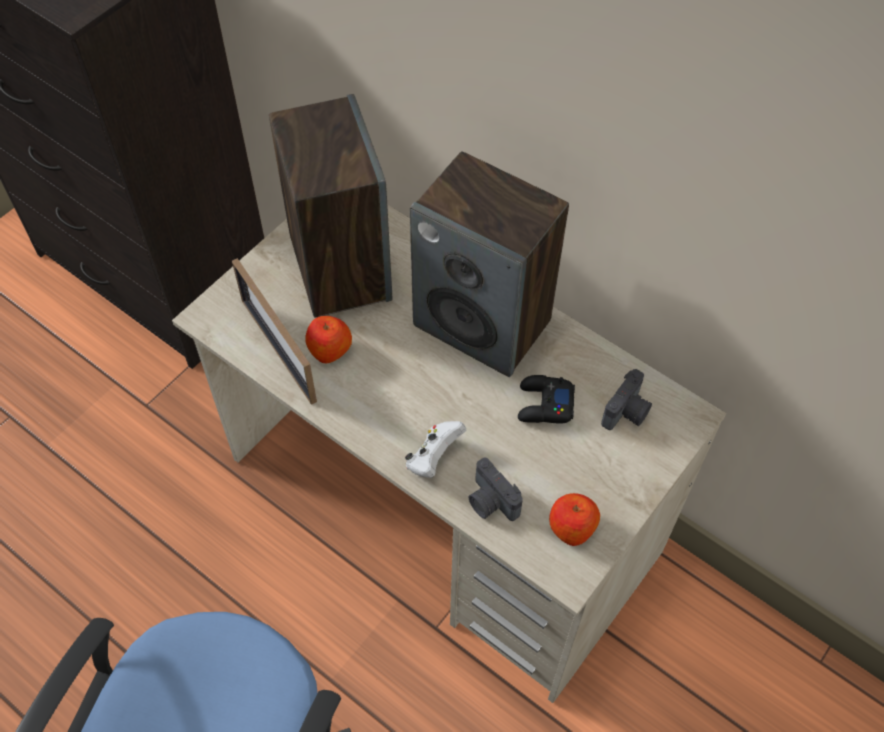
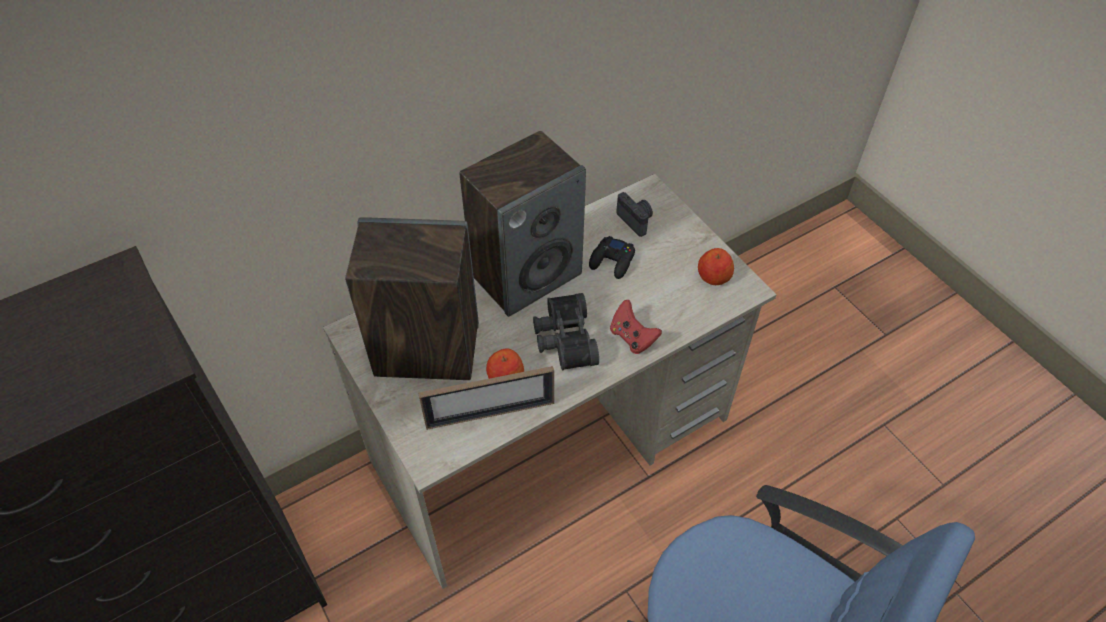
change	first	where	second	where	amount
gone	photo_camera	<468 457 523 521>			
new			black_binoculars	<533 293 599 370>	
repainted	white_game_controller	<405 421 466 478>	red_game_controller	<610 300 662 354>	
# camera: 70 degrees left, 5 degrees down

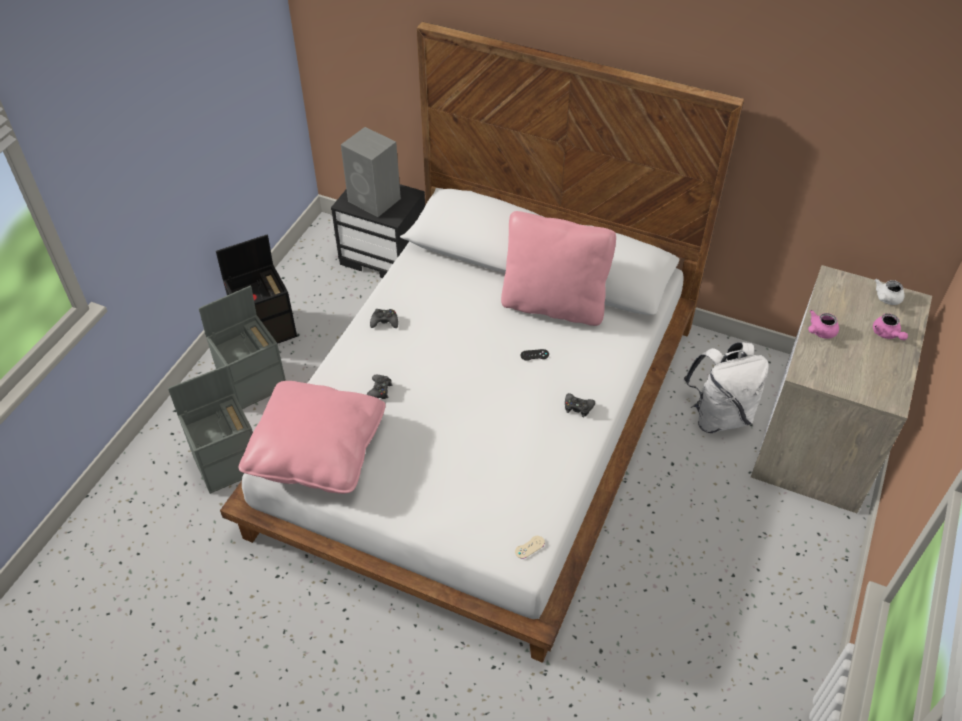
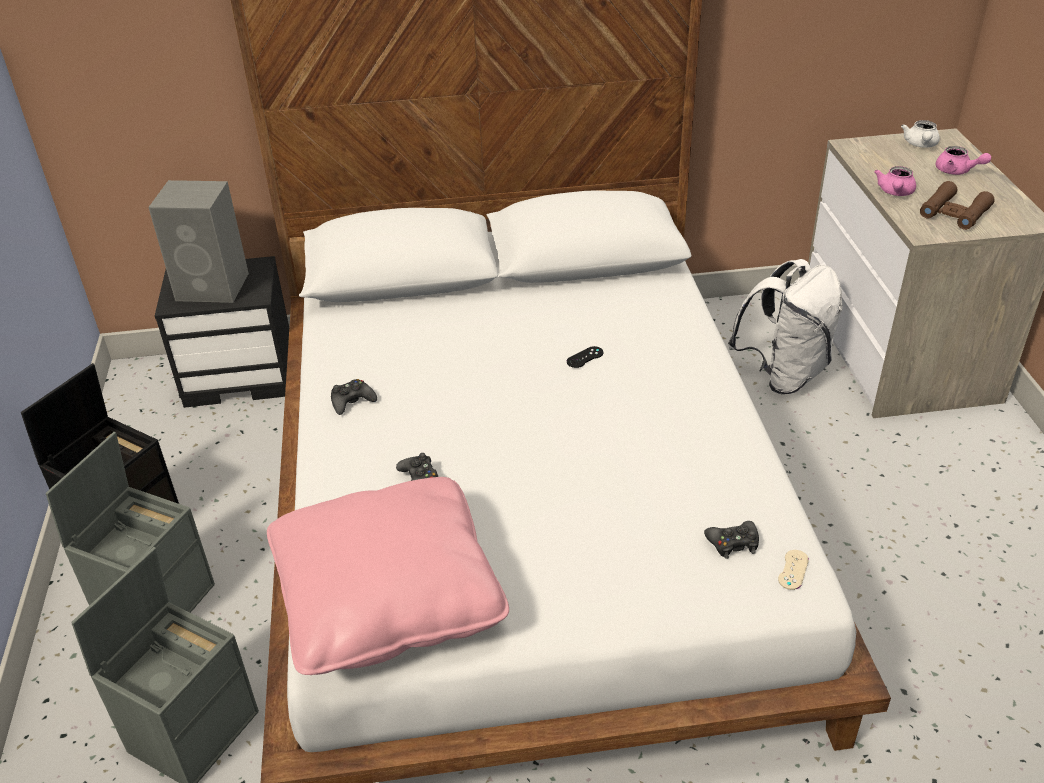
change	first	where	second	where	amount
gone	pink_pillow	<501 211 616 326>			
new			brown_binoculars	<920 181 995 230>	
shifted	black_game_controller	<565 393 595 417>		<704 521 759 559>	
# camera: 30 degrees left, 10 degrees down

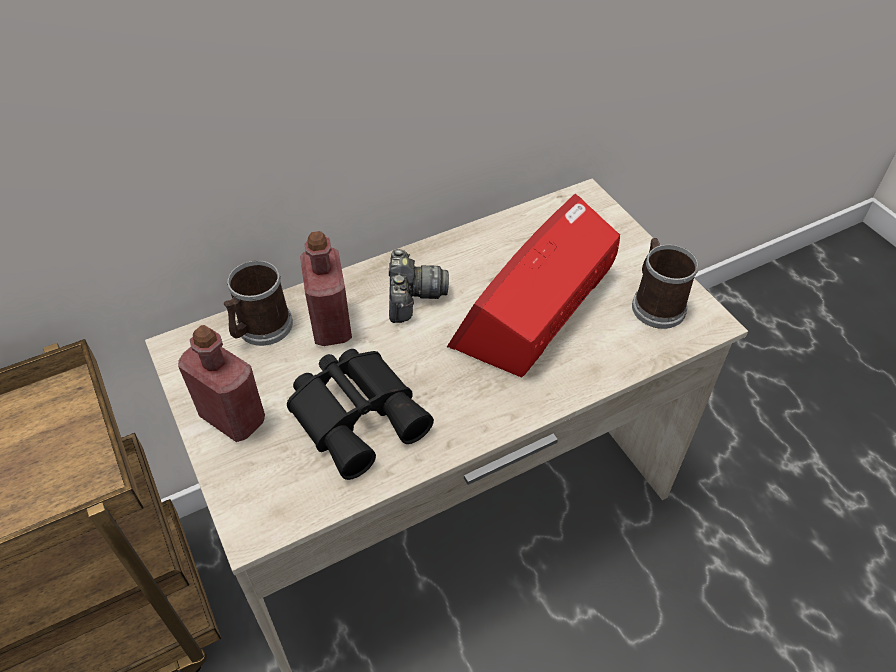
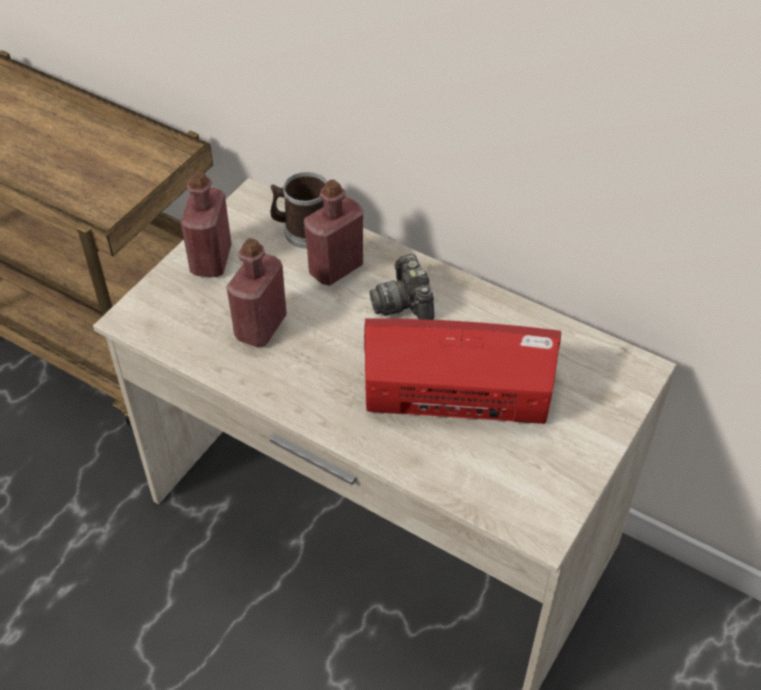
change	first	where	second	where	amount
gone	mug	<632 238 698 329>			
swapped	black_binoculars	<287 349 434 480>	red_bottle	<226 238 287 347>	
rotated	photo_camera	<389 249 449 323>		<370 254 435 320>	105 degrees clockwise
# camera: 60 degrees right, 0 degrees up

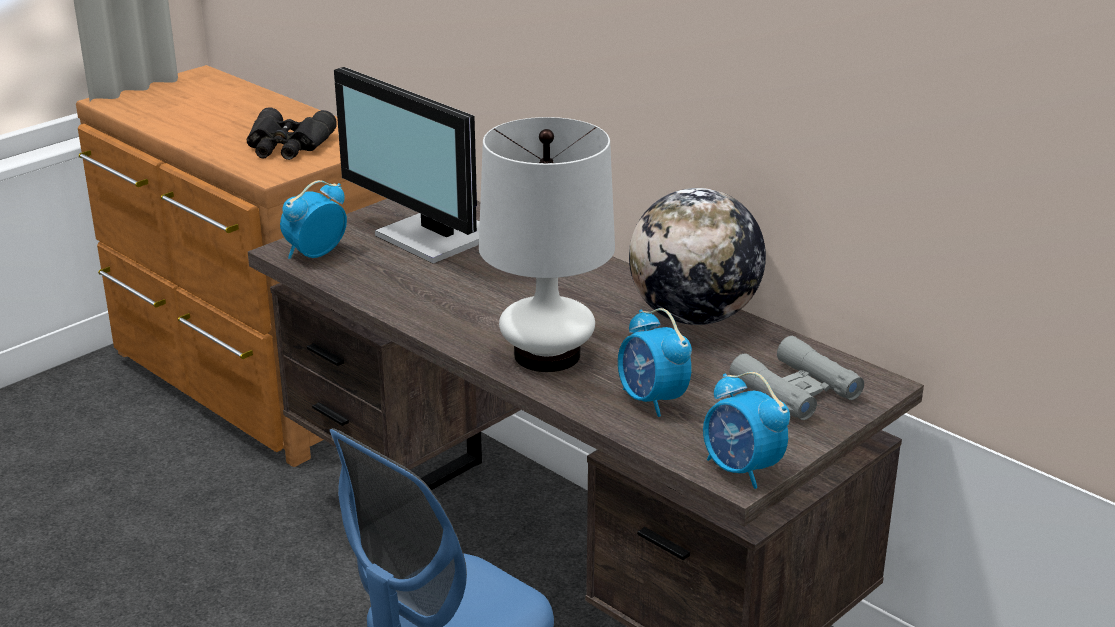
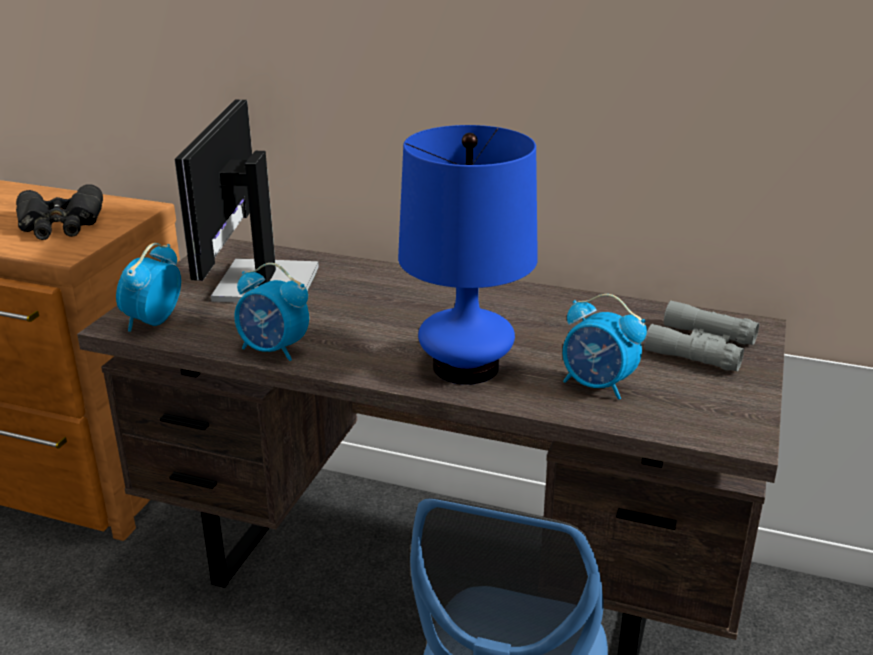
change	first	where	second	where	amount
gone	globe	<629 188 766 325>			
shifted	alarm_clock	<703 372 790 489>		<234 263 309 361>	
repainted	white_table_lamp	<479 117 615 372>	blue_table_lamp	<398 125 538 385>	
rotated	monitor	<334 67 480 264>		<175 100 319 303>	75 degrees clockwise
# camera: 25 degrees left, 0 degrees up

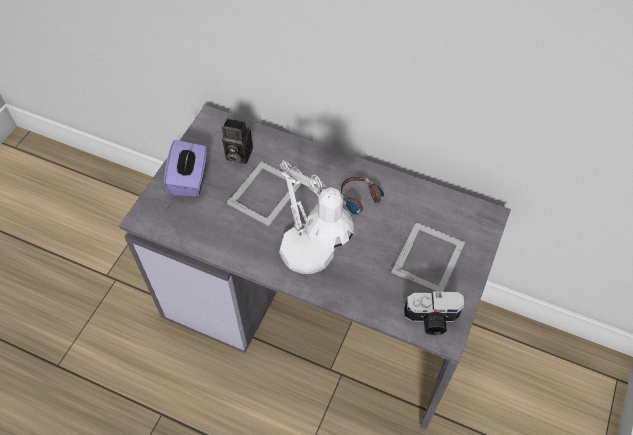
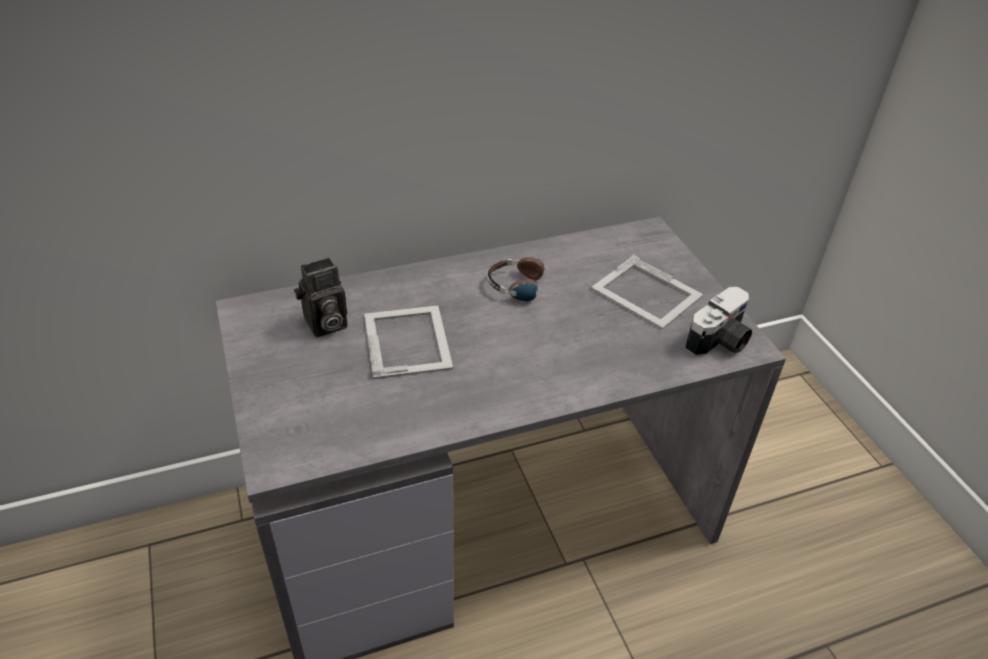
change	first	where	second	where	amount
gone	purple_tissue_box	<164 140 207 197>			
gone	white_table_lamp	<279 160 354 274>			
rotated	picture_frame	<391 222 465 292>		<591 254 703 330>	150 degrees clockwise
# camera: 45 degrees left, 15 degrees down

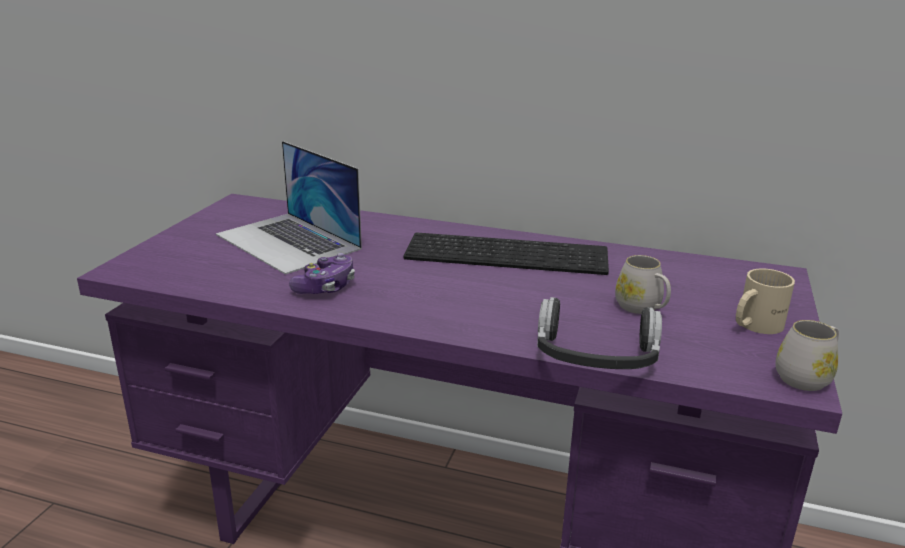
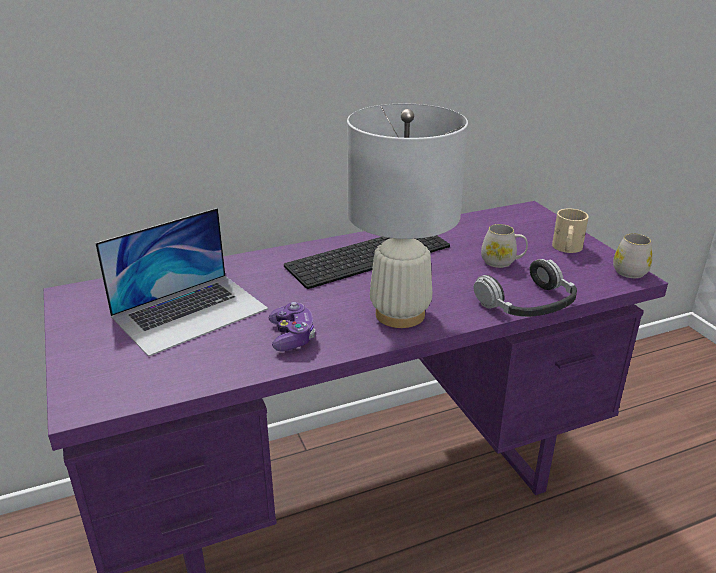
change	first	where	second	where	amount
new			white_table_lamp	<347 104 468 328>	
rotated	laptop	<216 141 362 275>		<95 208 268 357>	45 degrees counterclockwise
# camera: 40 degrees left, 5 degrees up

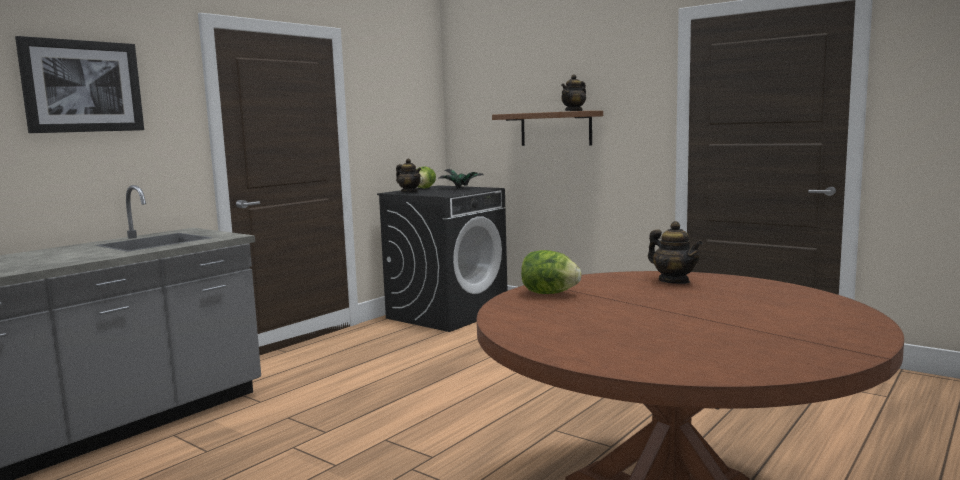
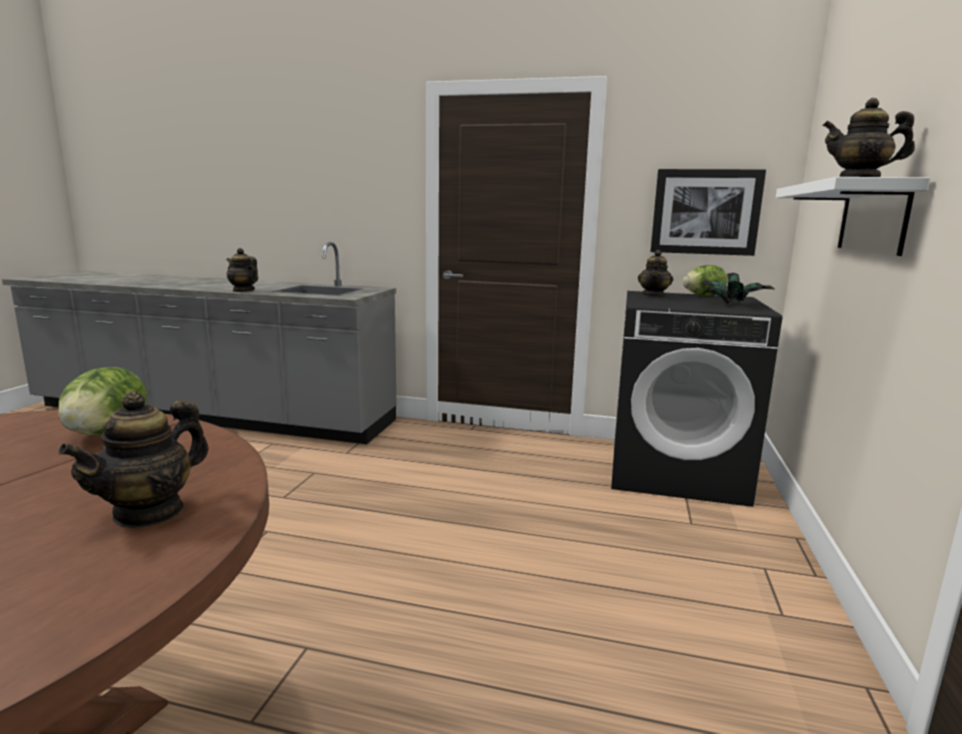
change	first	where	second	where	amount
new			teapot	<227 248 258 292>	
shifted	picture	<15 36 144 133>		<650 169 766 256>	
repainted	brown_shelf	<492 111 603 146>	white_shelf	<776 177 930 256>	
# camera: 65 degrees right, 5 degrees up

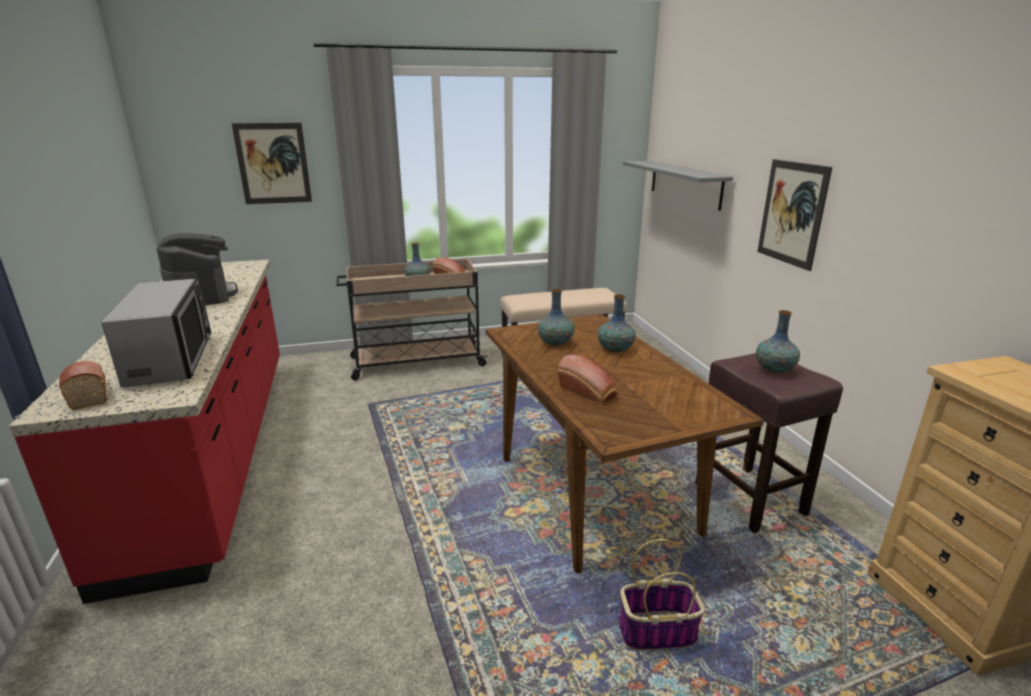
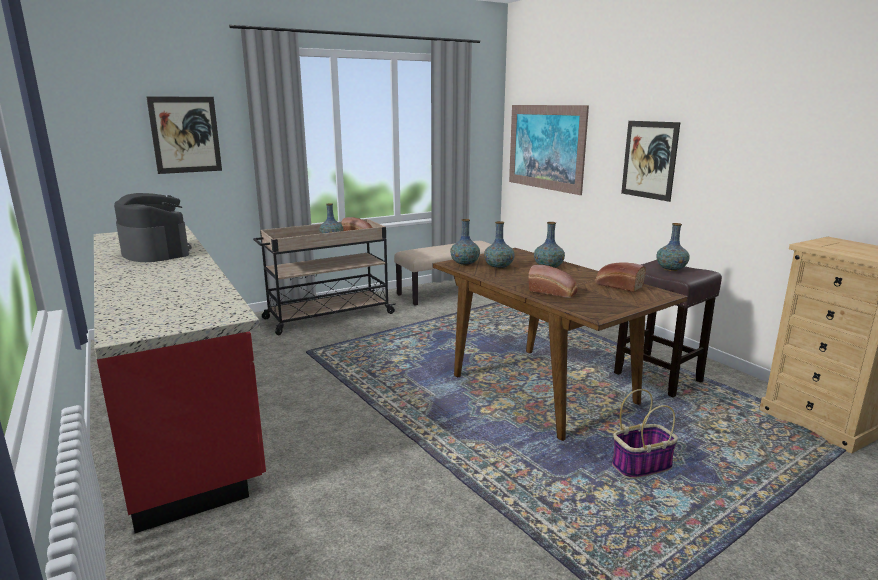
change	first	where	second	where	amount
gone	microwave	<101 279 211 387>			
new			vase	<450 219 480 266>	
shifted	bread	<59 361 107 410>		<595 262 646 292>	
swapped	grey_shelf	<623 161 733 211>	picture	<509 105 589 195>	
# camera: 15 degrees left, 5 degrees down

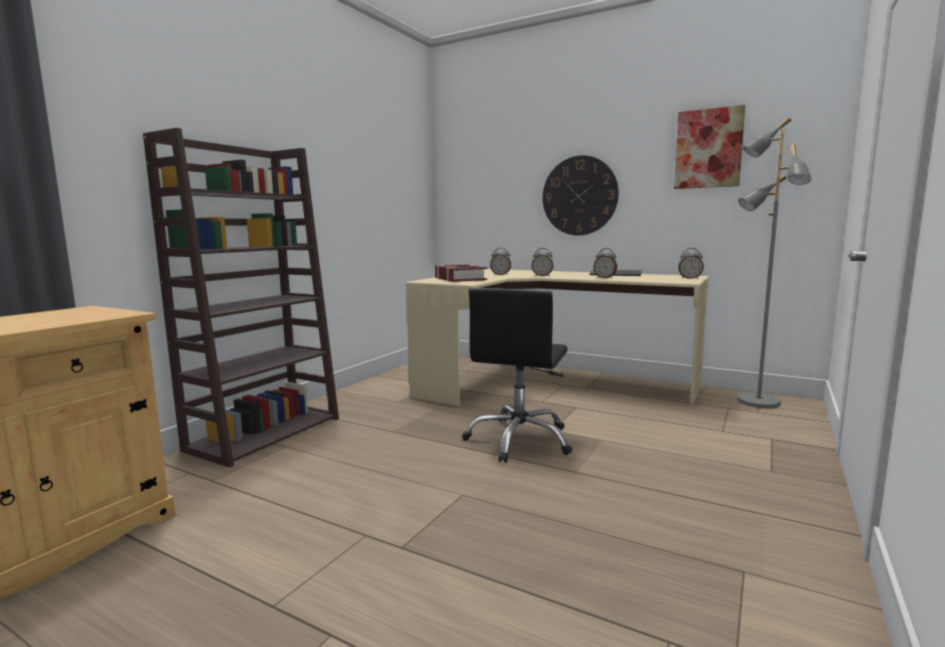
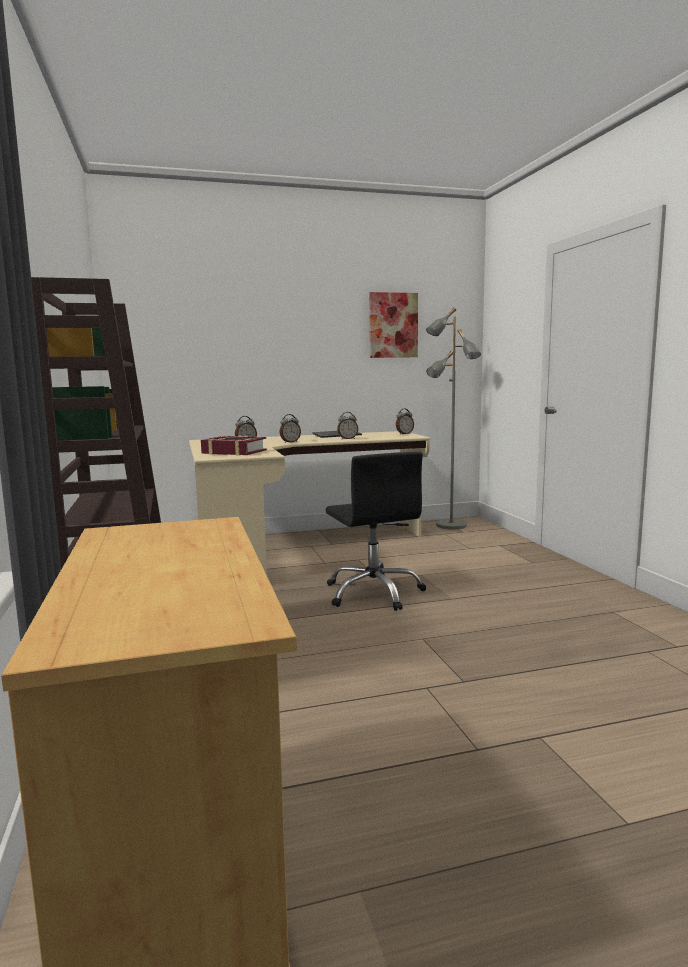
change	first	where	second	where	amount
gone	wall_clock	<542 155 619 235>			
# camera: 45 degrees left, 0 degrees up

